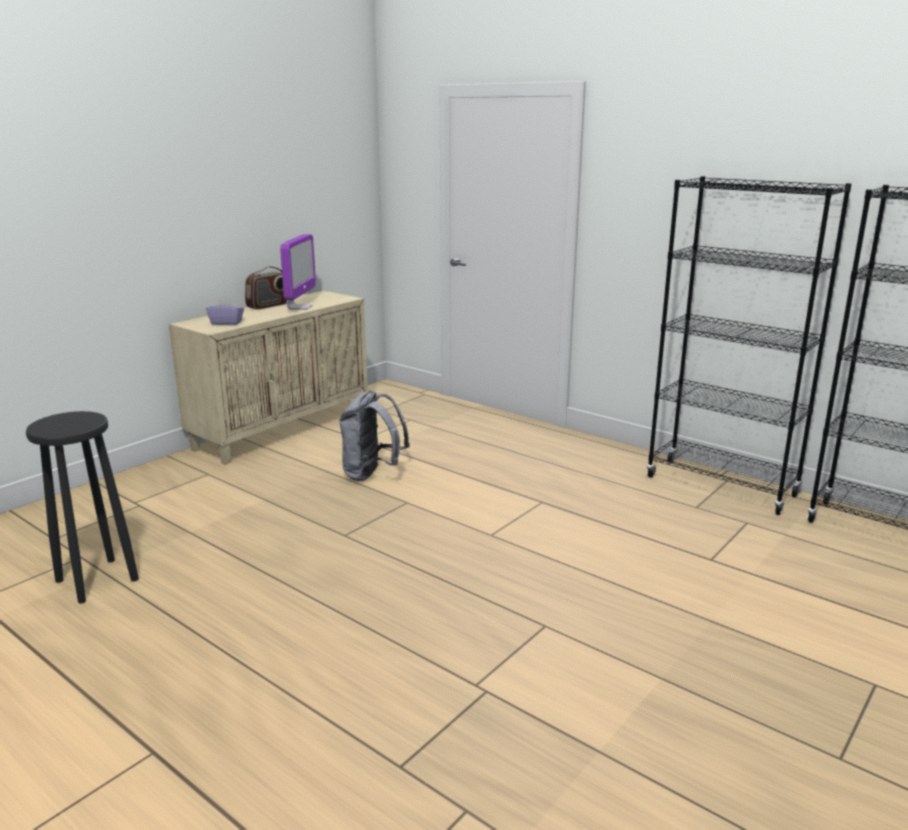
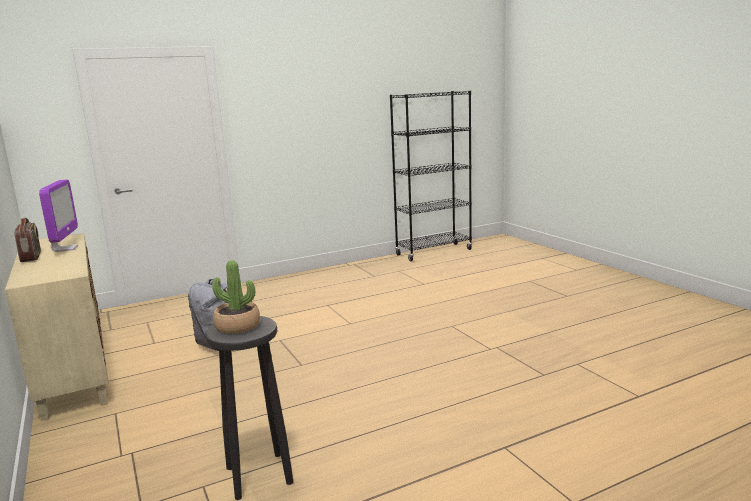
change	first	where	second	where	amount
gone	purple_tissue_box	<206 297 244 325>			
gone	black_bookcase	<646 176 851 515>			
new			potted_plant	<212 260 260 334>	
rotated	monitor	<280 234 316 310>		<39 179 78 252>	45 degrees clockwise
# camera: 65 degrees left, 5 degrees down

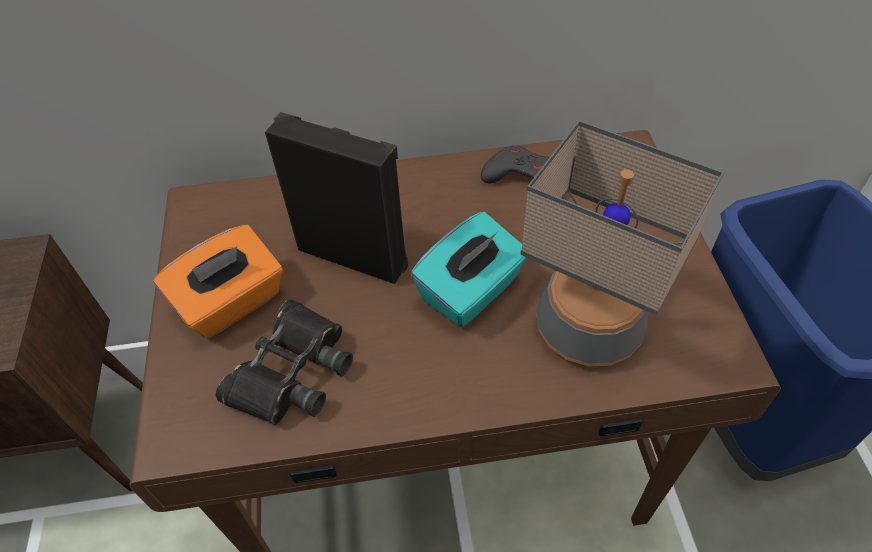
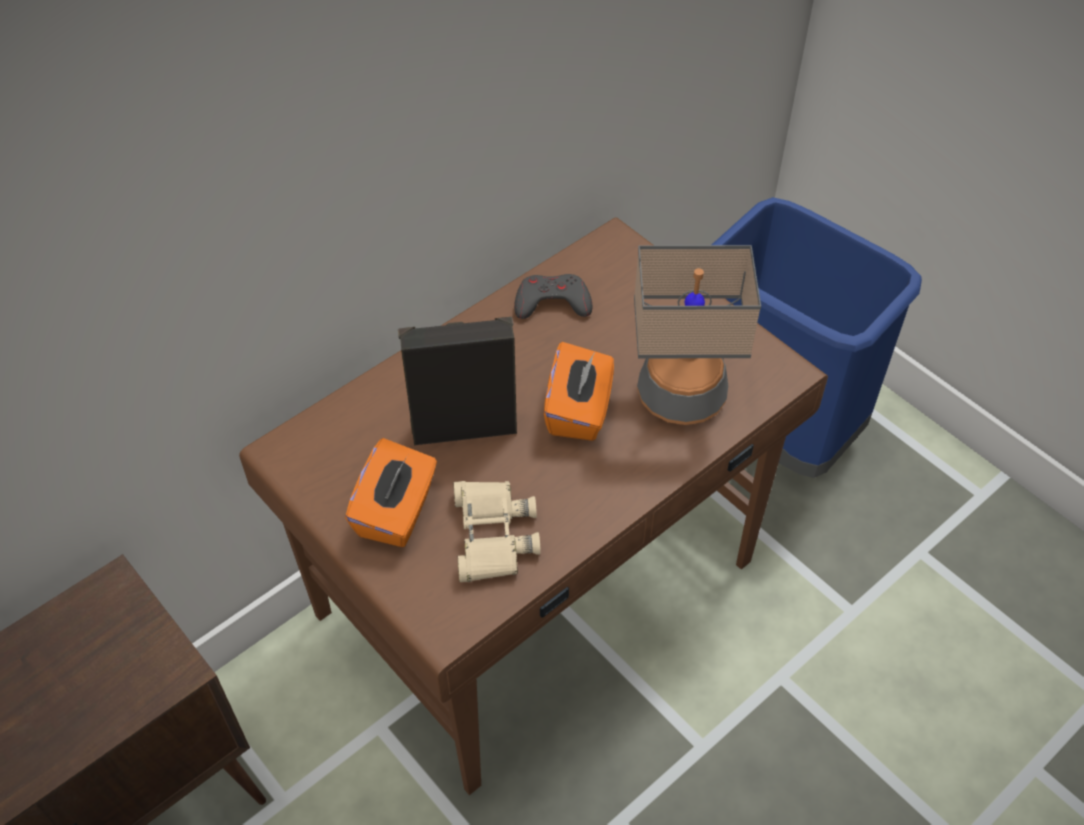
change	first	where	second	where	amount
repainted	black_binoculars	<216 299 353 425>	beige_binoculars	<453 481 541 582>	
repainted	turquoise_tissue_box	<411 212 527 327>	orange_tissue_box	<544 342 614 441>	
# camera: 35 degrees left, 0 degrees up

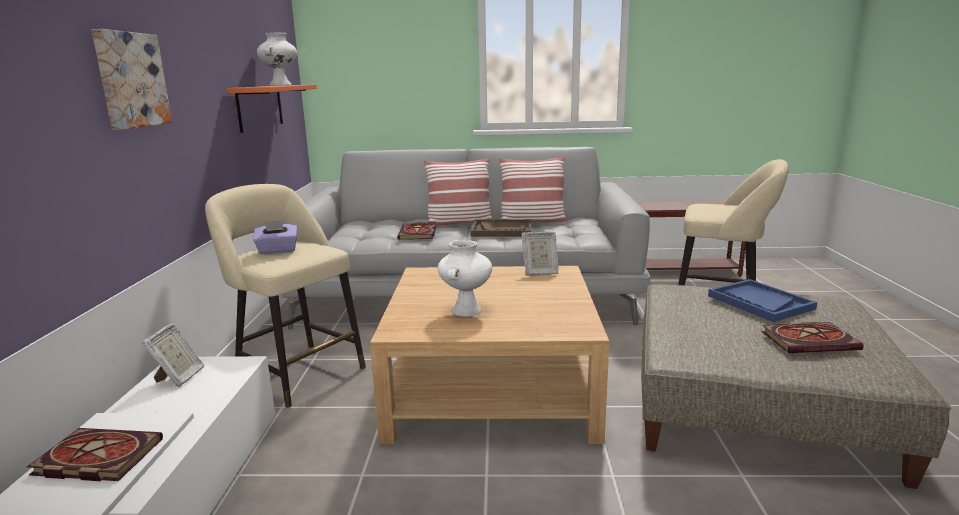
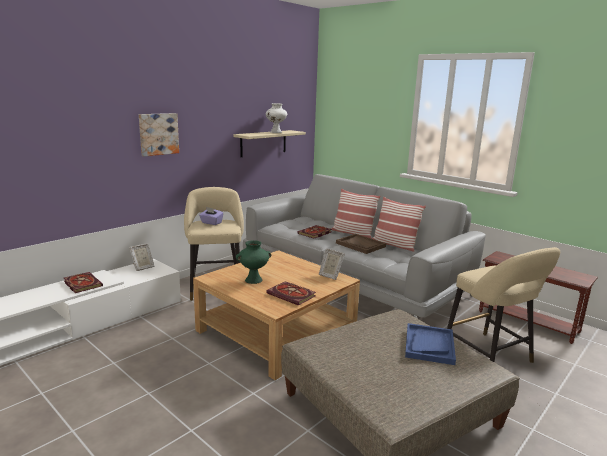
change	first	where	second	where	amount
shifted	book	<761 322 864 353>		<266 281 316 306>	
repainted	orange_shelf	<227 85 317 133>	beige_shelf	<233 130 306 157>	
repainted	white_vase	<438 240 492 317>	green_vase	<236 240 271 284>	
# camera: 40 degrees right, 0 degrees up

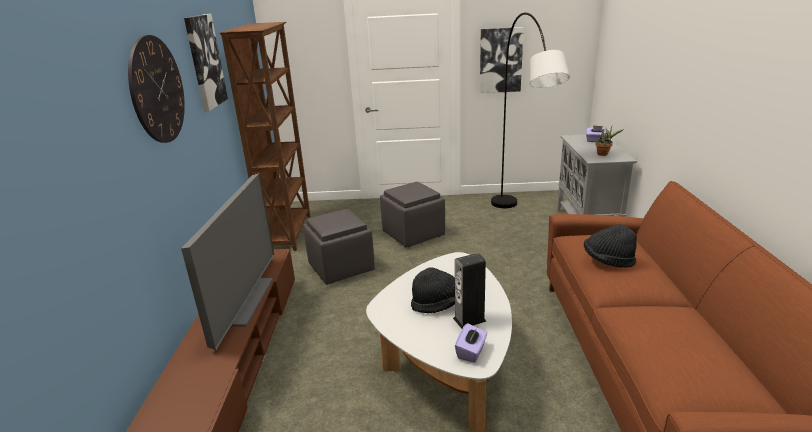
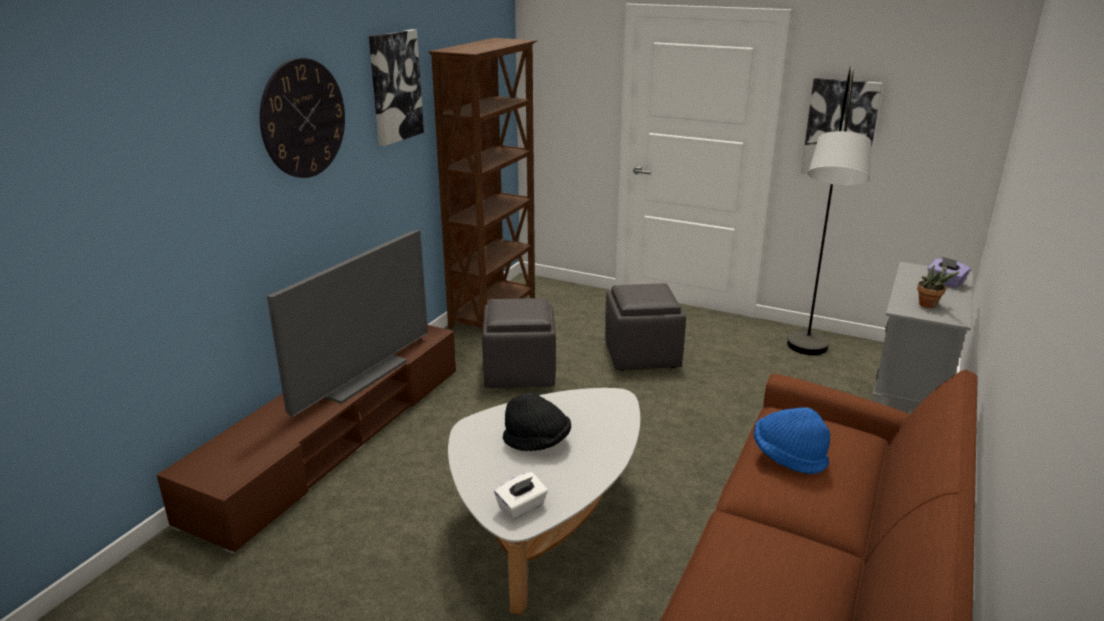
change	first	where	second	where	amount
gone	speaker	<453 253 487 329>			
repainted	purple_tissue_box	<455 323 487 363>	white_tissue_box	<494 472 548 520>	
repainted	black_hat	<584 224 637 268>	blue_hat	<754 407 830 474>	
# camera: 25 degrees right, 0 degrees up

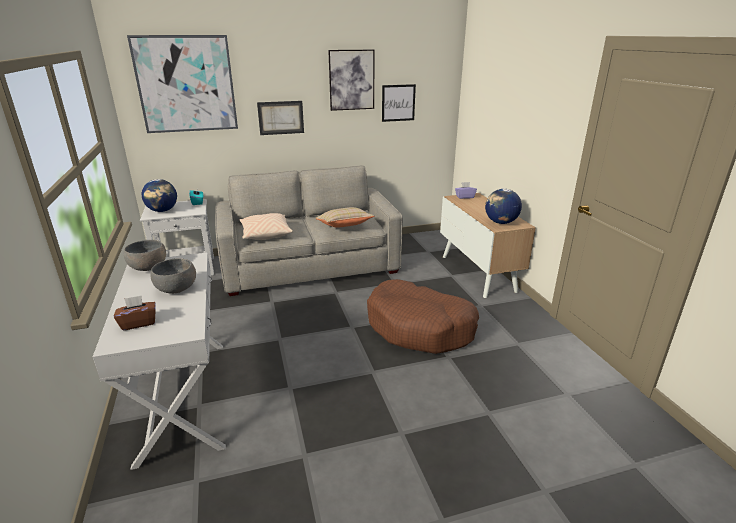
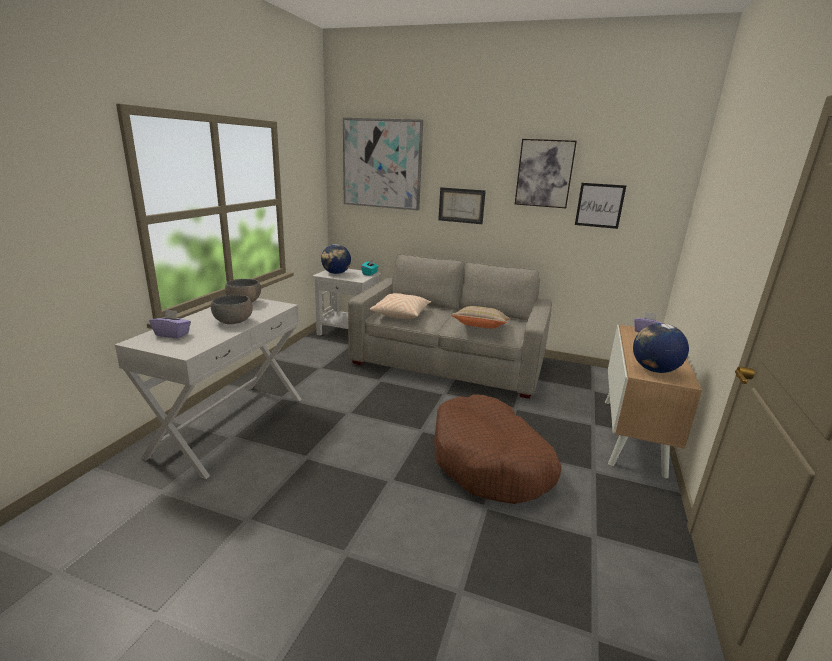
change	first	where	second	where	amount
repainted	brown_tissue_box	<114 295 156 330>	purple_tissue_box	<149 309 191 339>	
# camera: 35 degrees right, 5 degrees down

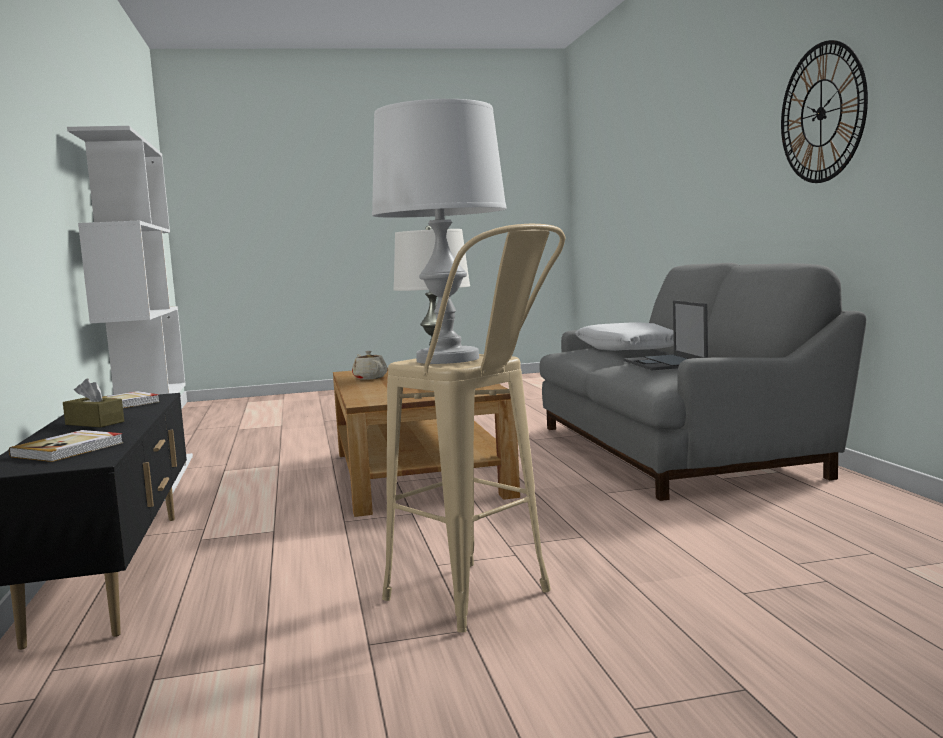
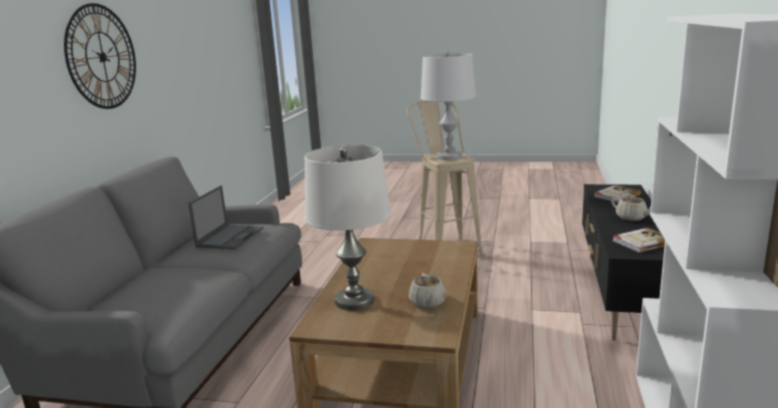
change	first	where	second	where	amount
gone	white_pillow	<575 322 674 351>			
swapped	brown_tissue_box	<63 378 124 427>	beige_teapot	<611 195 651 221>	
# camera: 155 degrees left, 10 degrees up

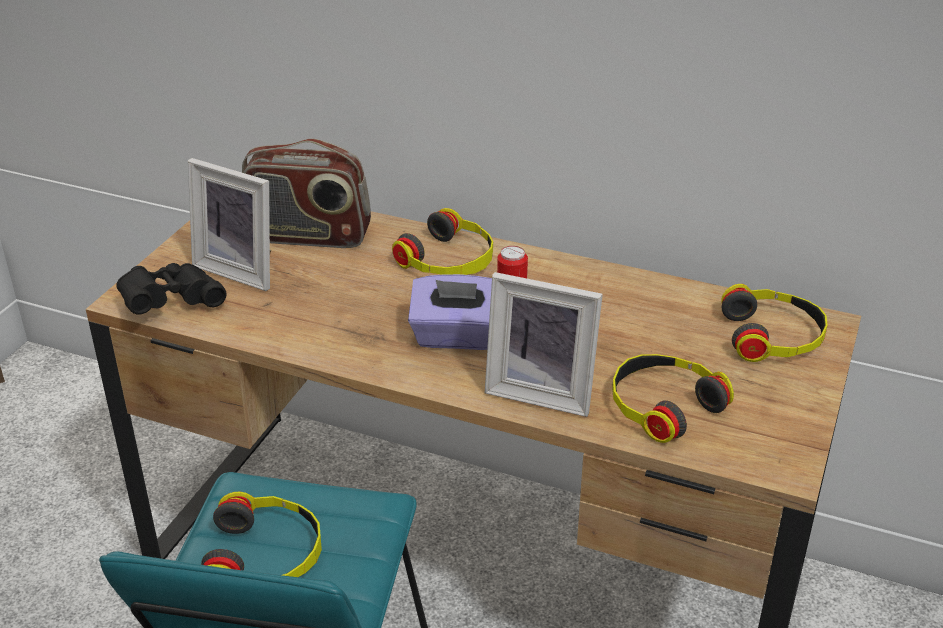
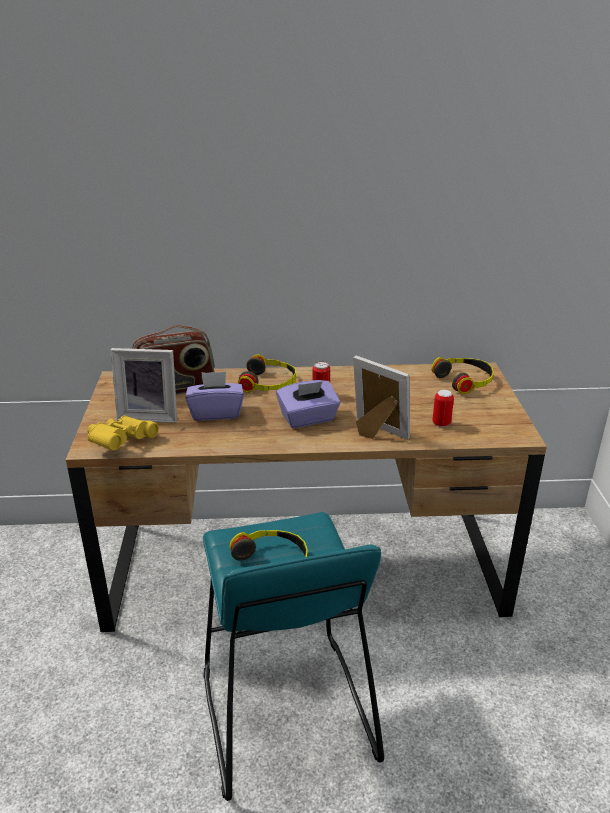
change	first	where	second	where	amount
new			purple_tissue_box	<185 371 244 421>	
swapped	headphones	<612 354 734 443>	can	<432 390 454 427>	
repainted	black_binoculars	<116 263 227 314>	yellow_binoculars	<87 415 159 451>	
rotated	picture_frame	<485 272 603 417>		<353 355 410 440>	135 degrees counterclockwise
# camera: 25 degrees left, 5 degrees down

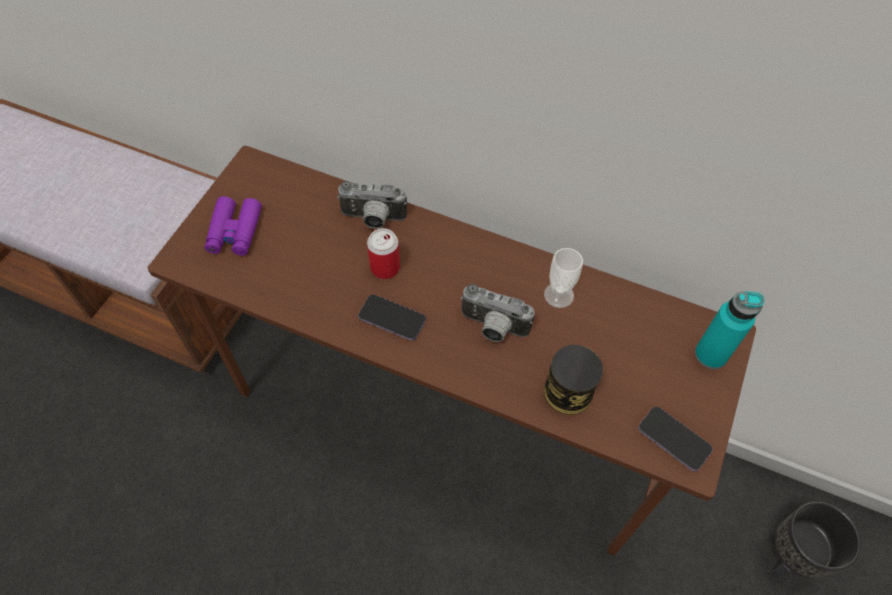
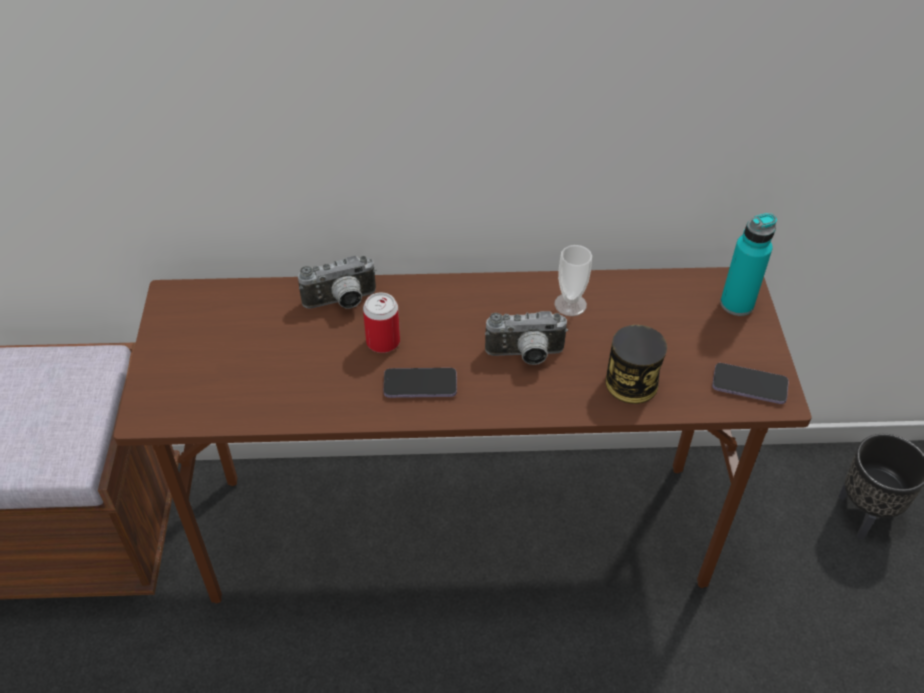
change	first	where	second	where	amount
gone	purple_binoculars	<205 196 262 256>			
# camera: 25 degrees left, 10 degrees down

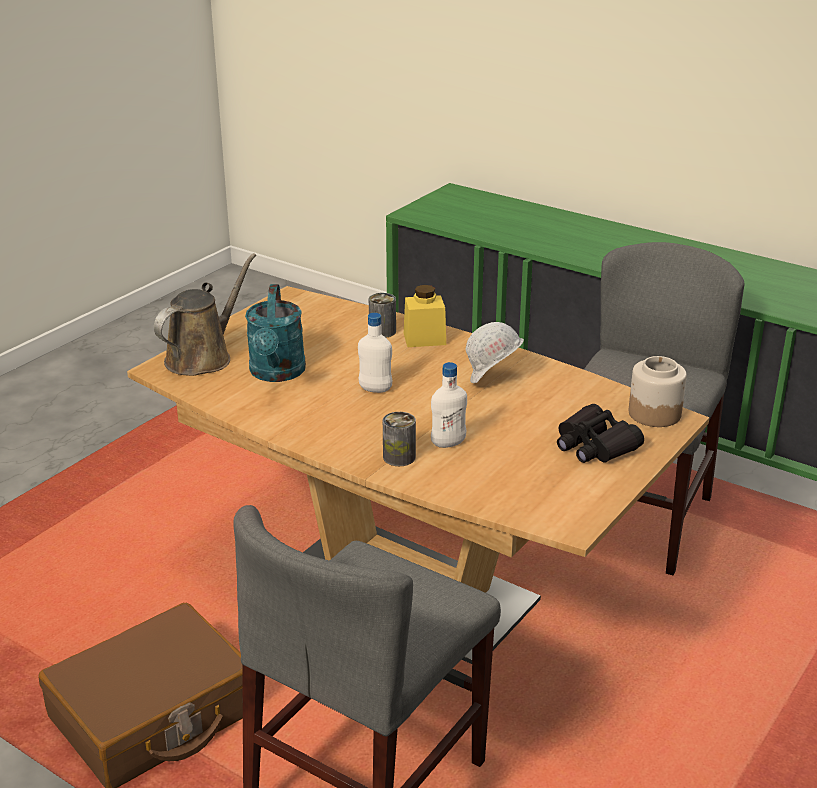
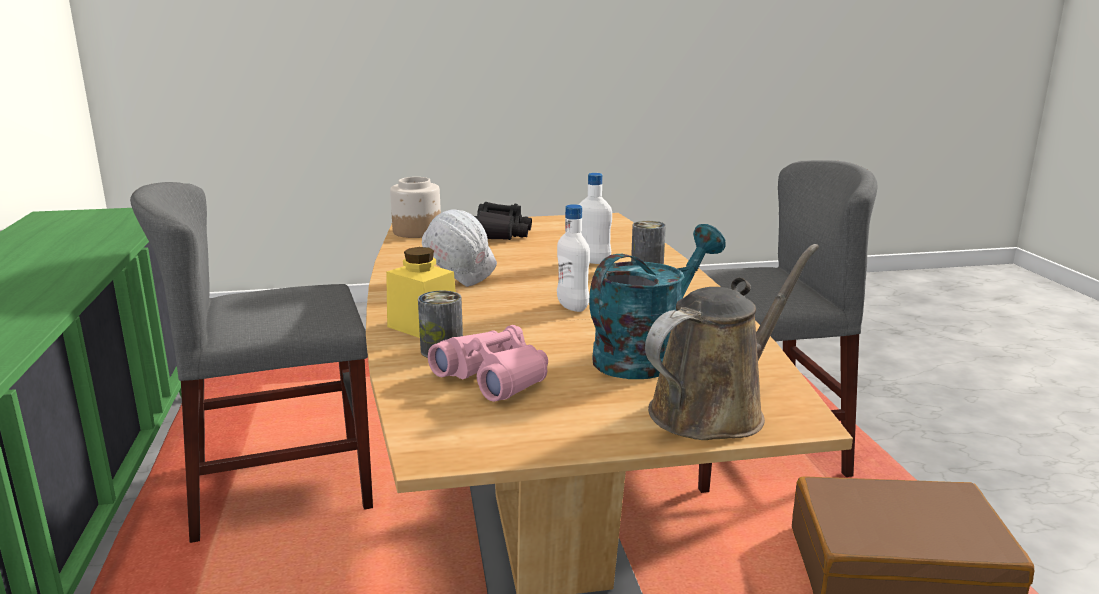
change	first	where	second	where	amount
new			pink_binoculars	<428 325 548 402>	
rotated	brown_watering_can	<154 253 256 376>		<645 244 819 440>	150 degrees clockwise
# camera: 135 degrees left, 10 degrees down

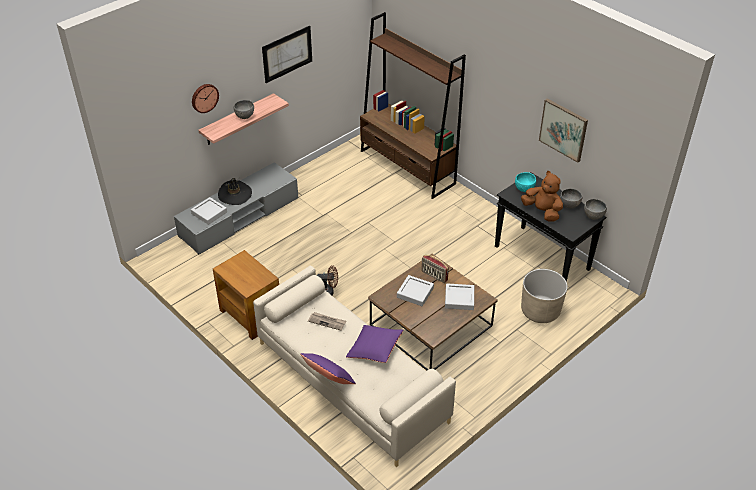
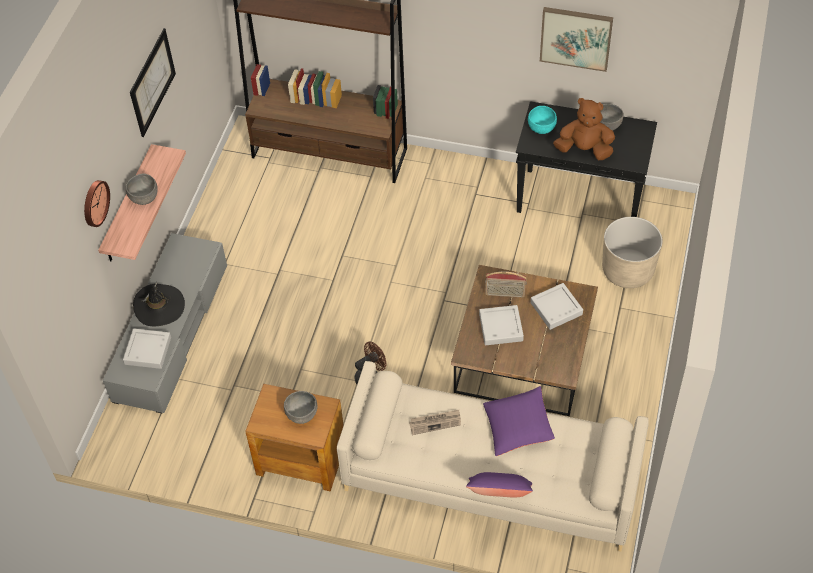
change	first	where	second	where	amount
shifted	grey_bowl	<584 199 607 220>		<284 391 318 424>	
# camera: 30 degrees left, 10 degrees up

